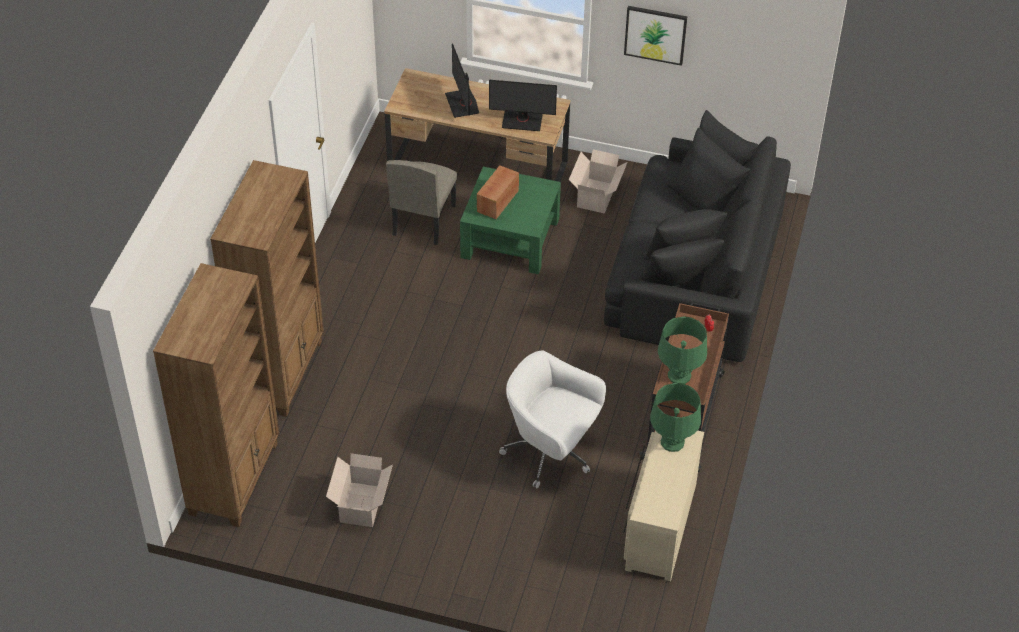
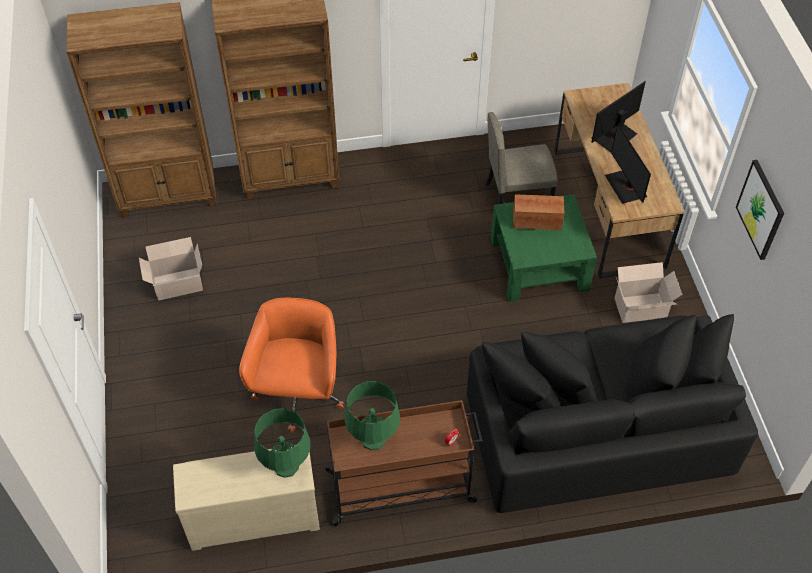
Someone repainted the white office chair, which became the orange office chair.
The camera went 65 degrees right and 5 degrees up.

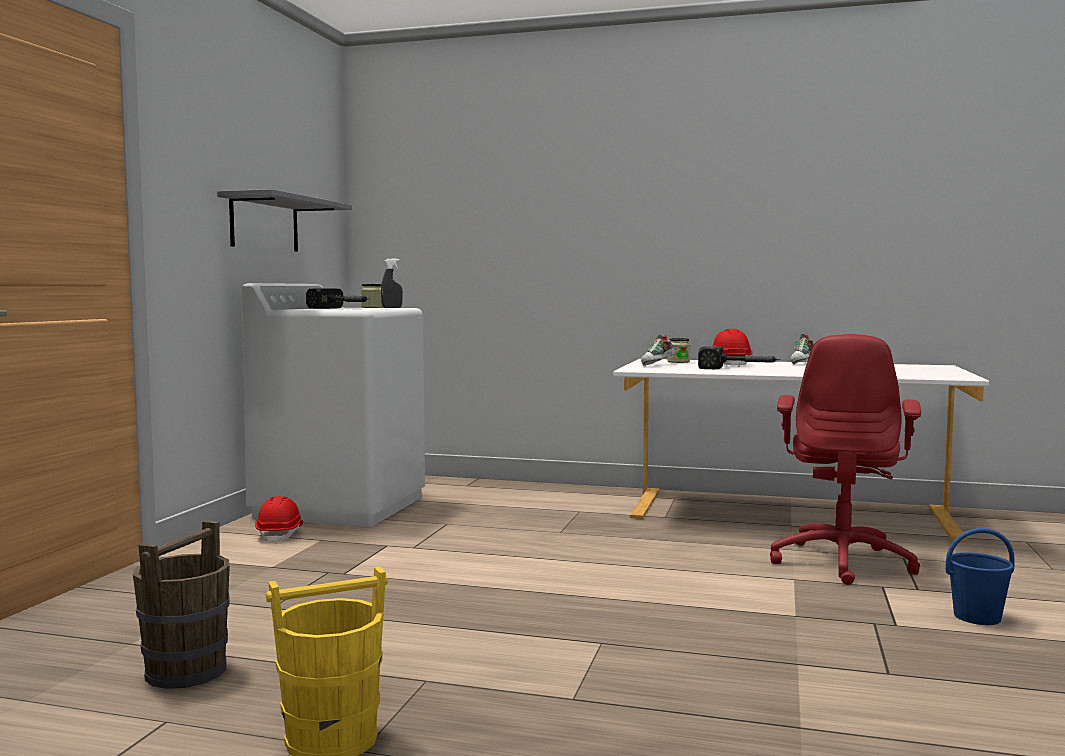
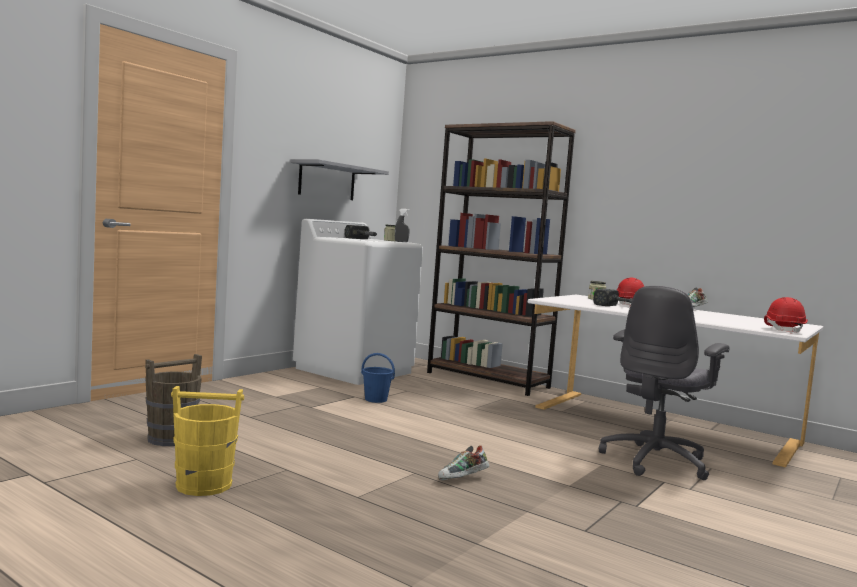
Someone repainted the red office chair, which became the grey office chair.
Someone carried the shoe (1st from left).
Someone carried the red hard hat (1st from left in the first image).
Someone carried the blue bucket.
Someone put down the brown bookcase.
The camera went 20 degrees right and 0 degrees up.

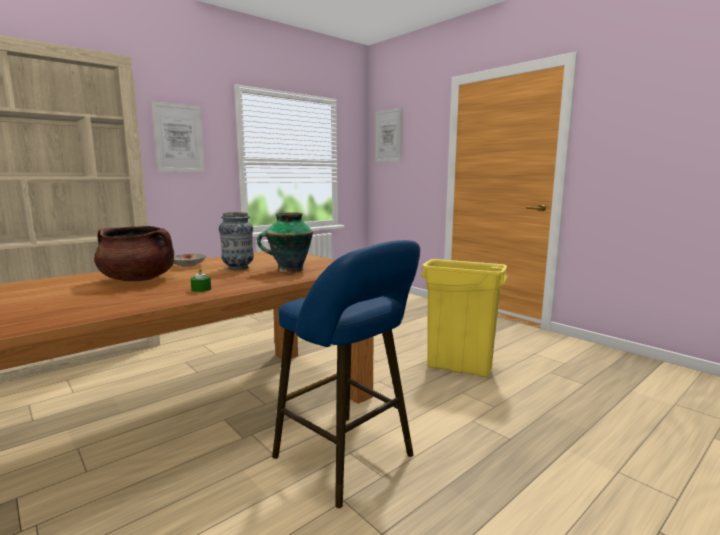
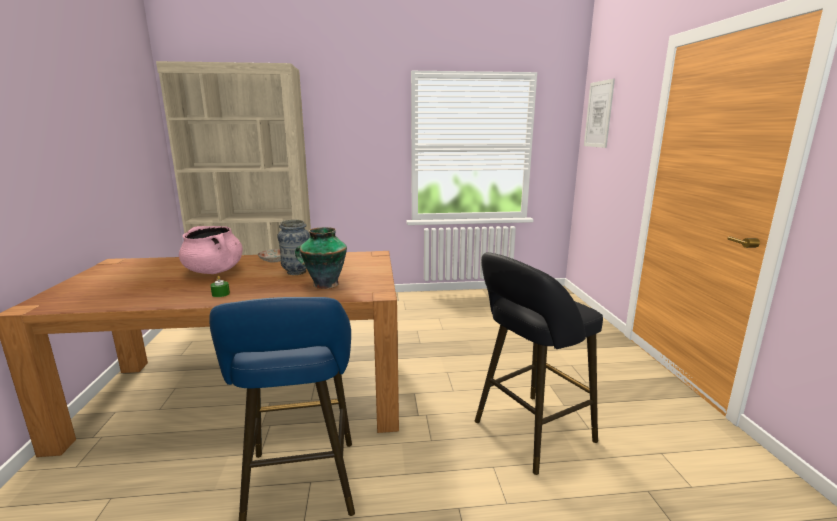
Someone took away the picture (1st from left).
Someone repainted the brown cooking pot, which became the pink cooking pot.
Someone swapped the yellow trash can for the black stool.
The camera went 35 degrees right and 5 degrees up.

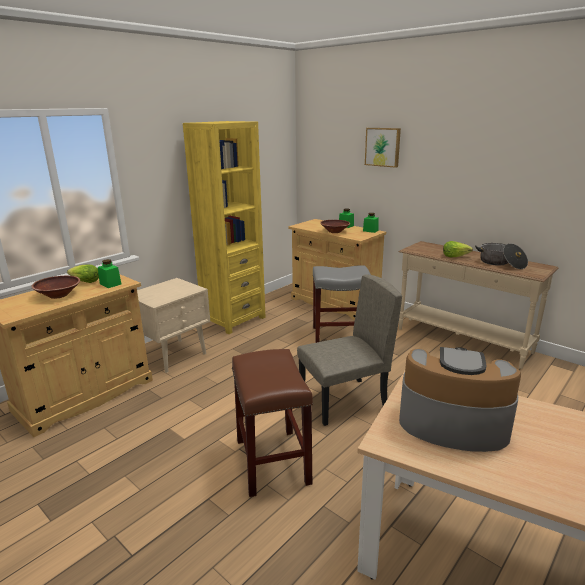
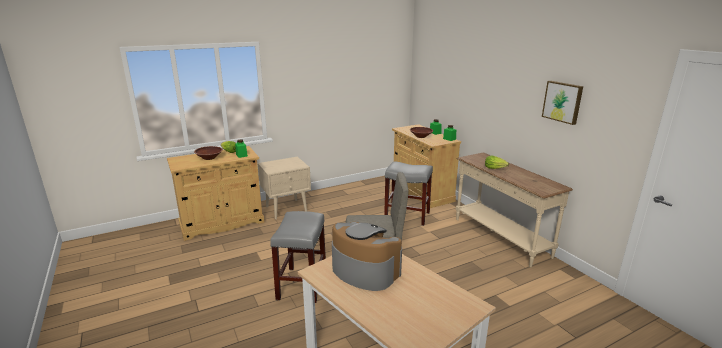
Someone took away the yellow bookcase.
Someone carried the picture.
Someone took away the cooking pot.
Someone repainted the brown stool, which became the grey stool (1st from left).
The camera went 20 degrees right and 0 degrees up.

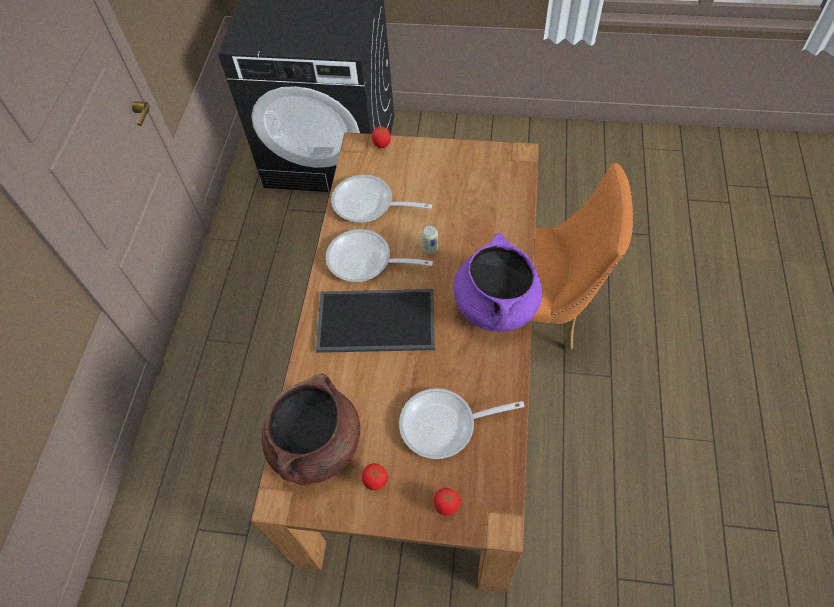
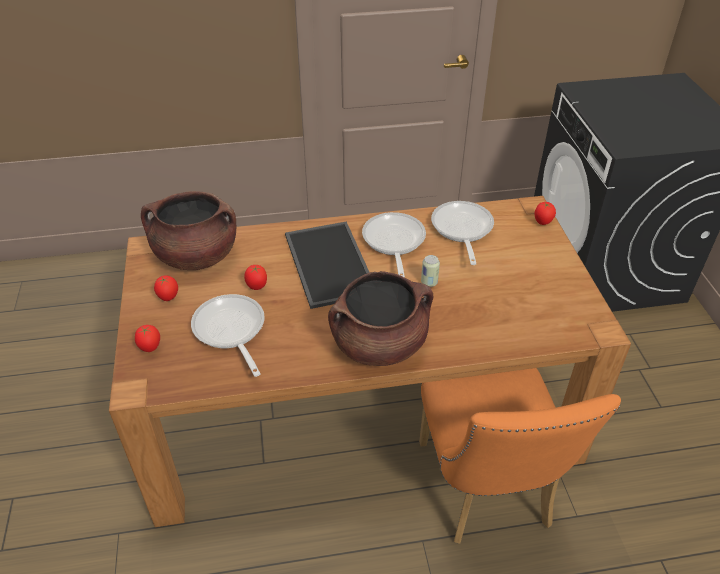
Someone repainted the purple cooking pot, which became the brown cooking pot (2nd from left).
Someone put down the tomato (3rd from left).
The camera went 70 degrees right and 15 degrees down.

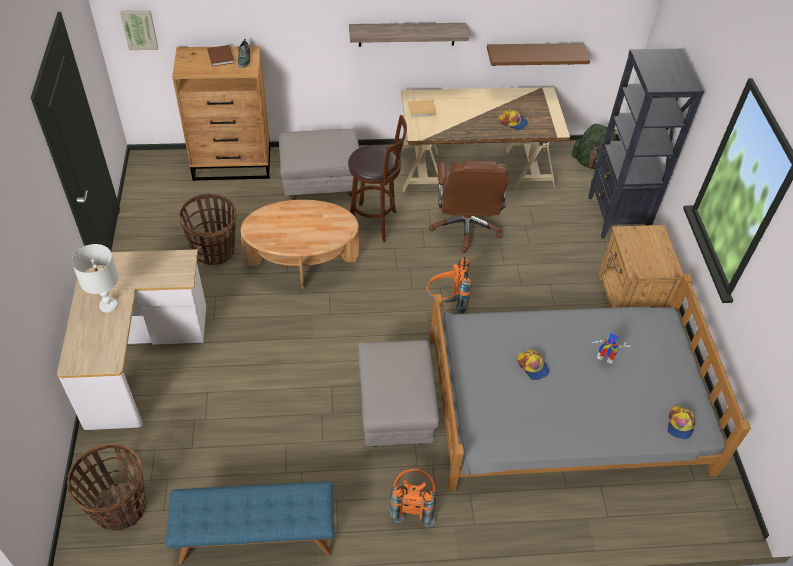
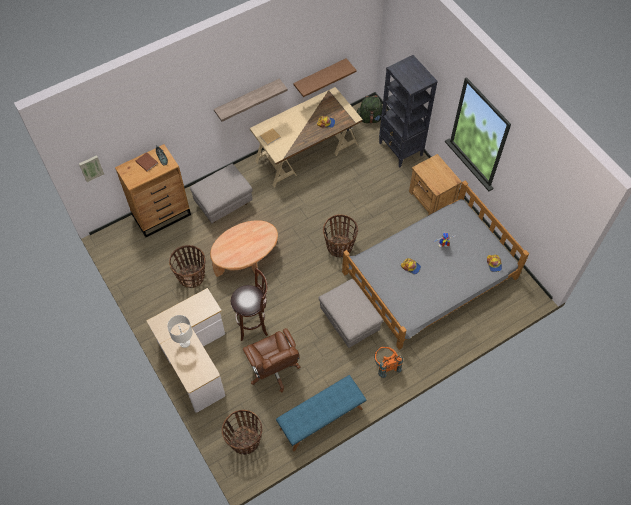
Someone carried the brown stool.
Someone carried the brown office chair.
Someone swapped the orange backpack (2nd from left) for the basket (3rd from left).
The camera went 25 degrees left and 10 degrees up.

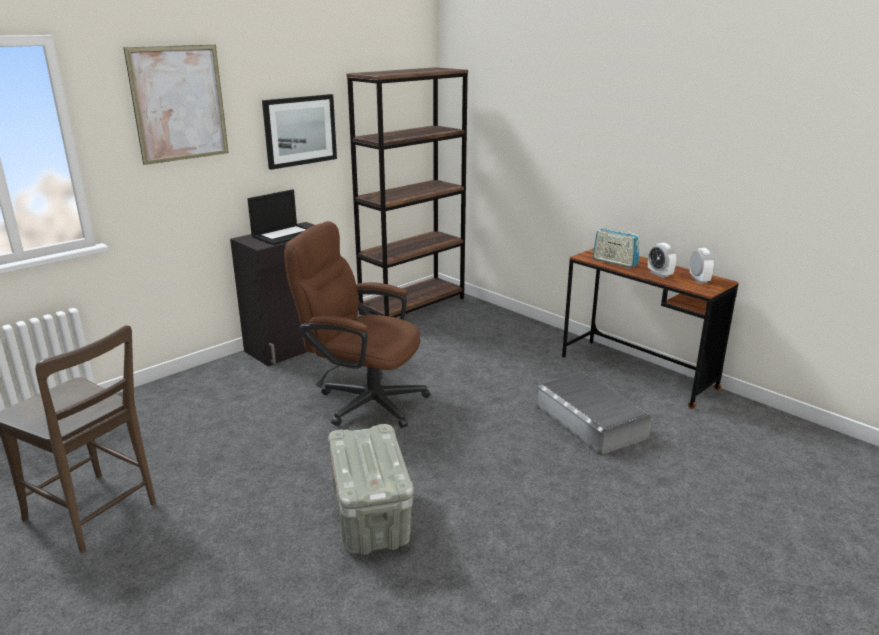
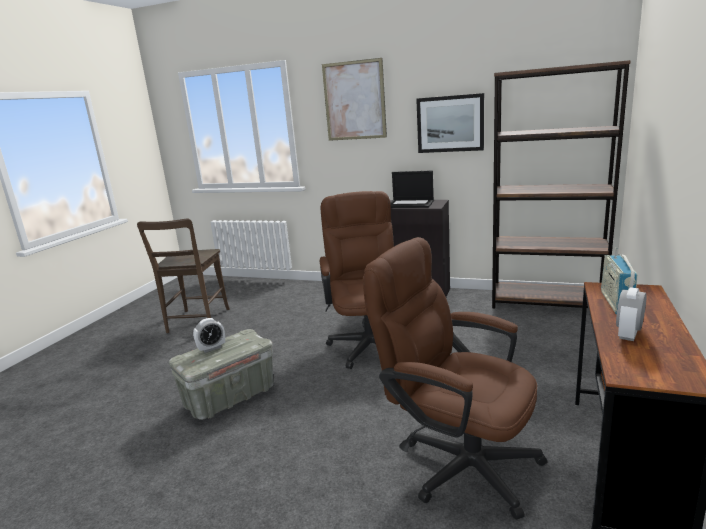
Someone carried the alarm clock (2nd from left in the first image).
Someone swapped the grey storage box (2nd from left) for the brown office chair (2nd from left).
The camera went 65 degrees right and 5 degrees down.

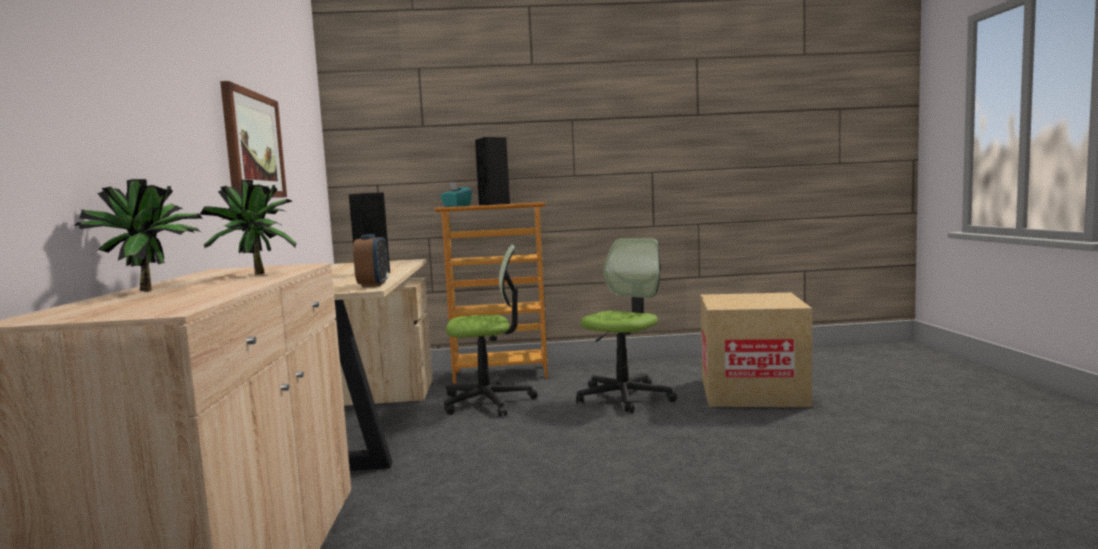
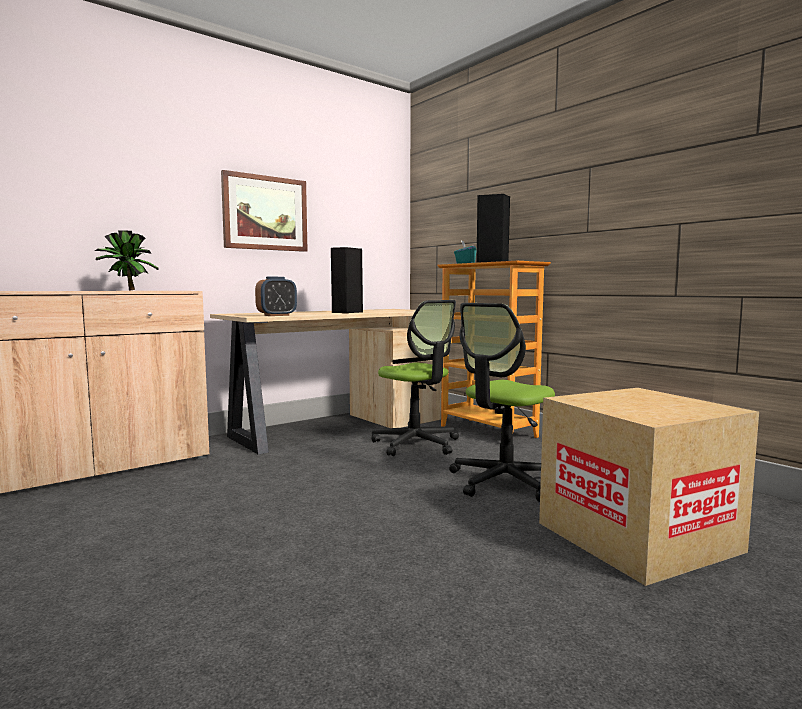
Someone took away the potted plant (1st from left).
Someone rotated the office chair (2nd from left) by 135 degrees clockwise.
The camera went 55 degrees right and 0 degrees up.

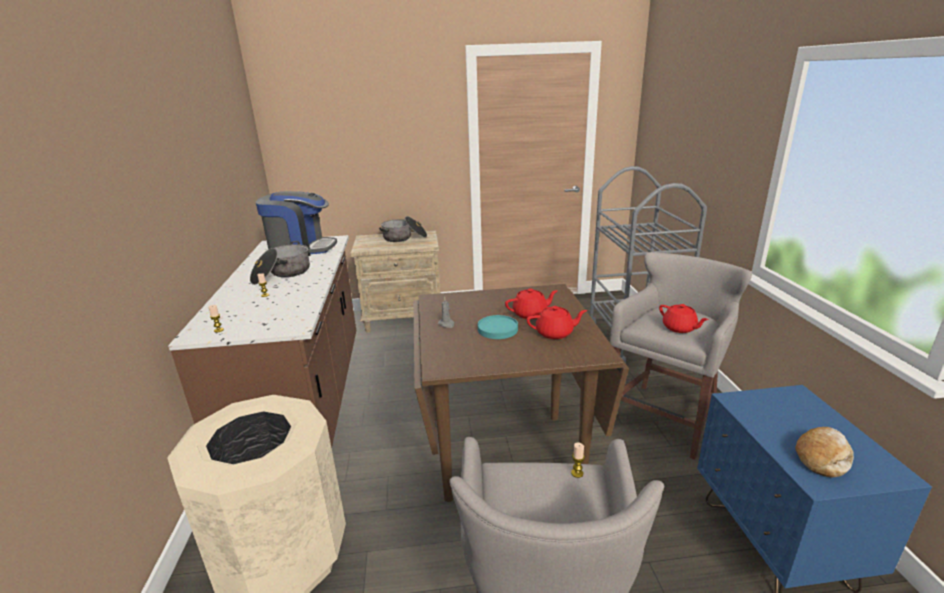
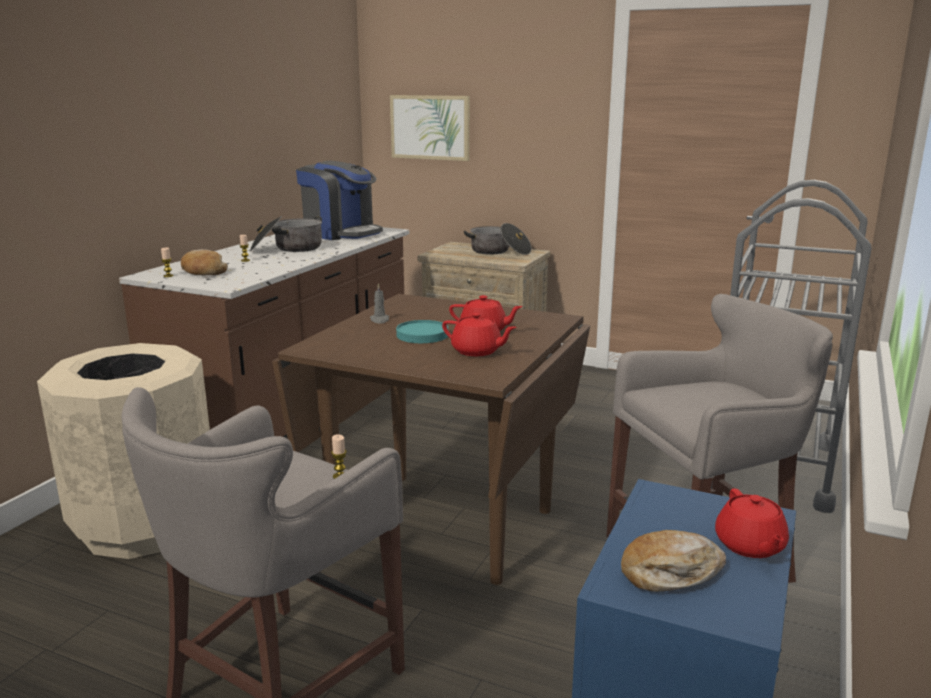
Someone carried the red teapot (3rd from left).
Someone put up the picture.
Someone put down the bread (1st from left).
The camera went 30 degrees right and 5 degrees down.

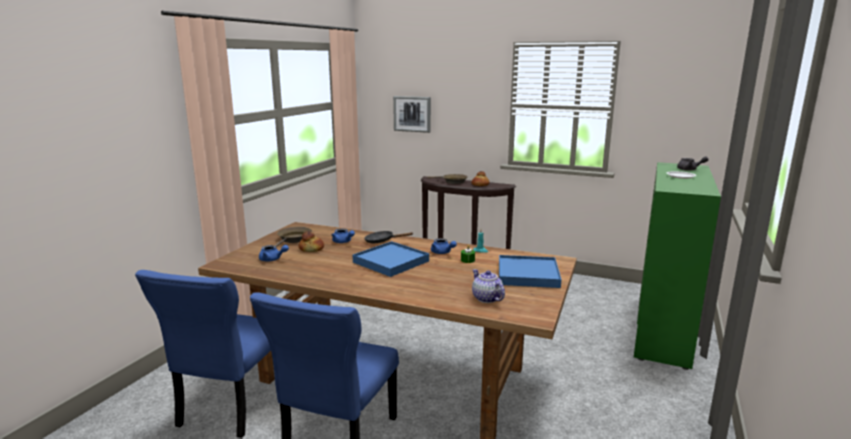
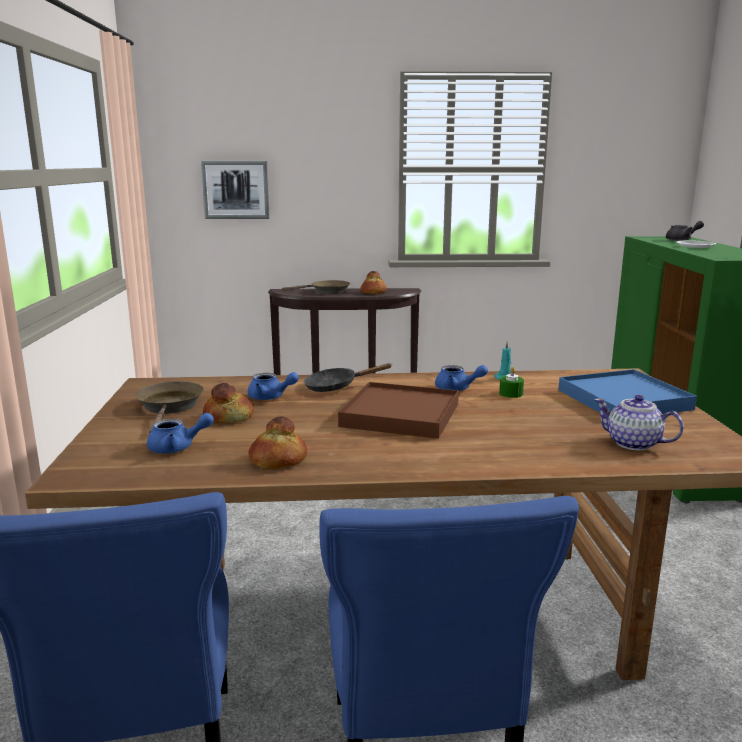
Someone repainted the blue tray (1st from left), which became the brown tray.
Someone put down the bread (2nd from left).
The camera went 25 degrees left and 0 degrees up.

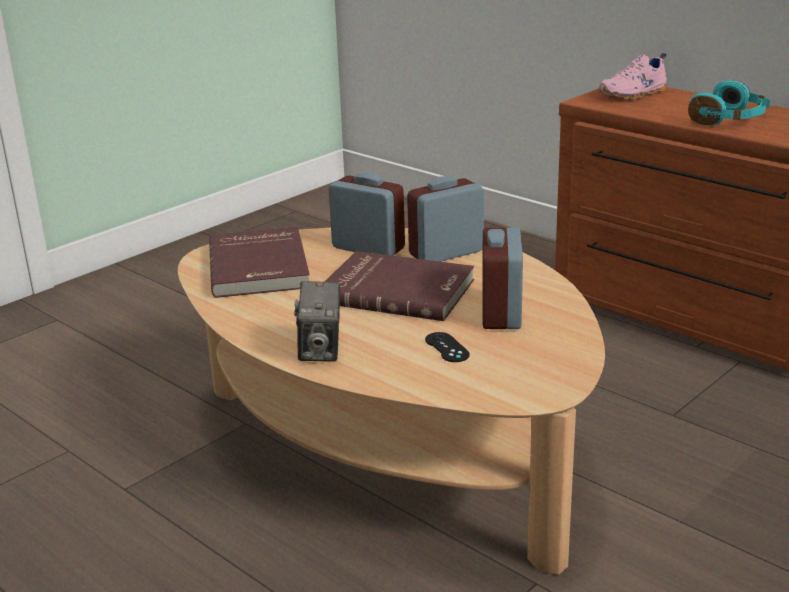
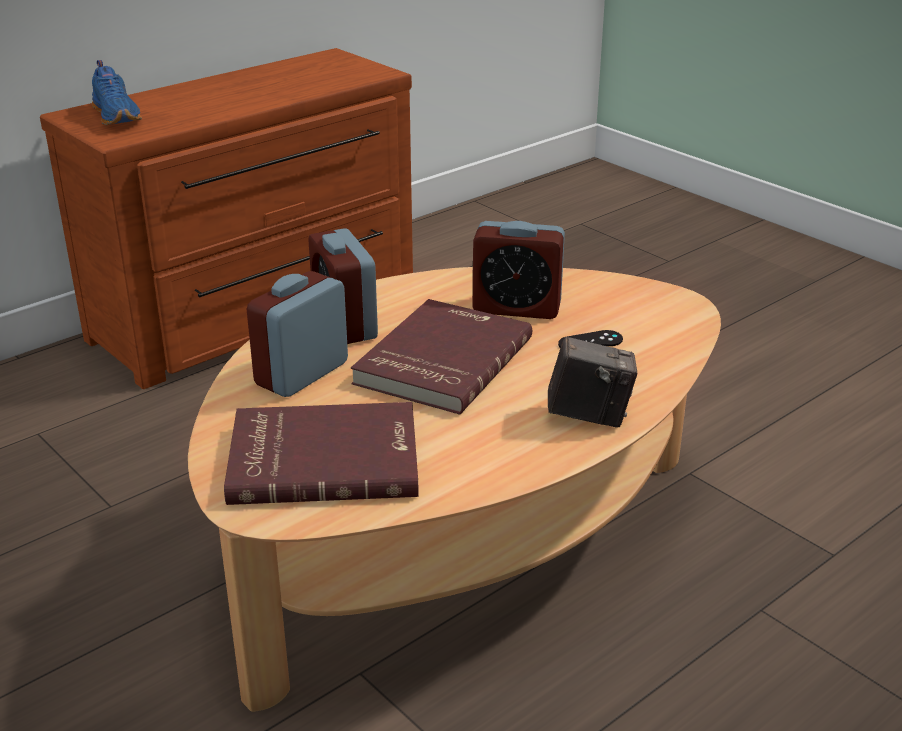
Someone repainted the pink shoe, which became the blue shoe.
Someone took away the turquoise headphones.
The camera went 85 degrees left and 5 degrees up.

